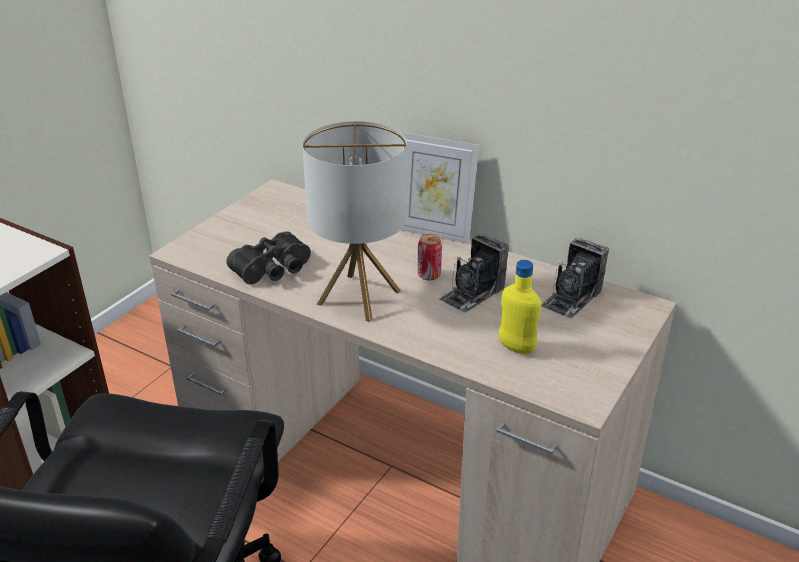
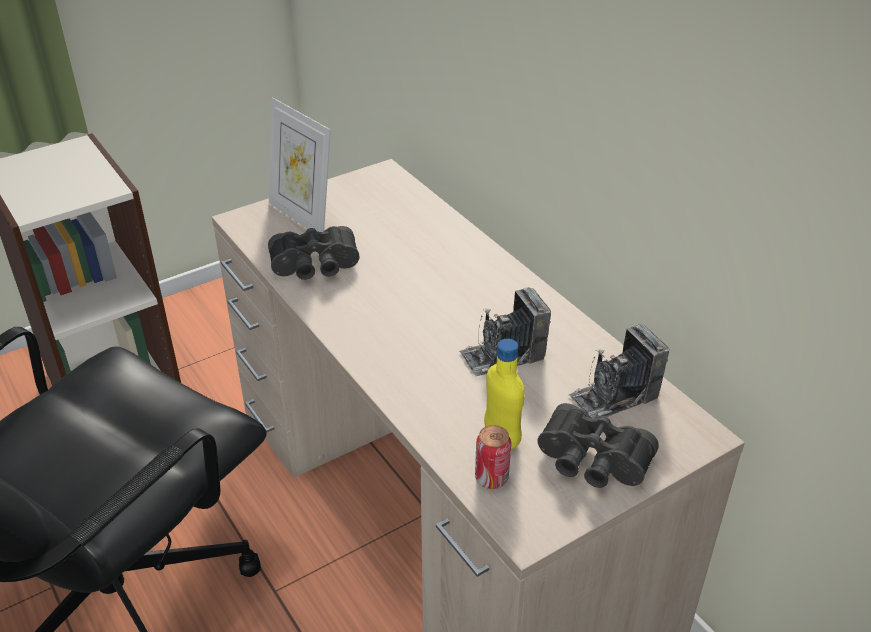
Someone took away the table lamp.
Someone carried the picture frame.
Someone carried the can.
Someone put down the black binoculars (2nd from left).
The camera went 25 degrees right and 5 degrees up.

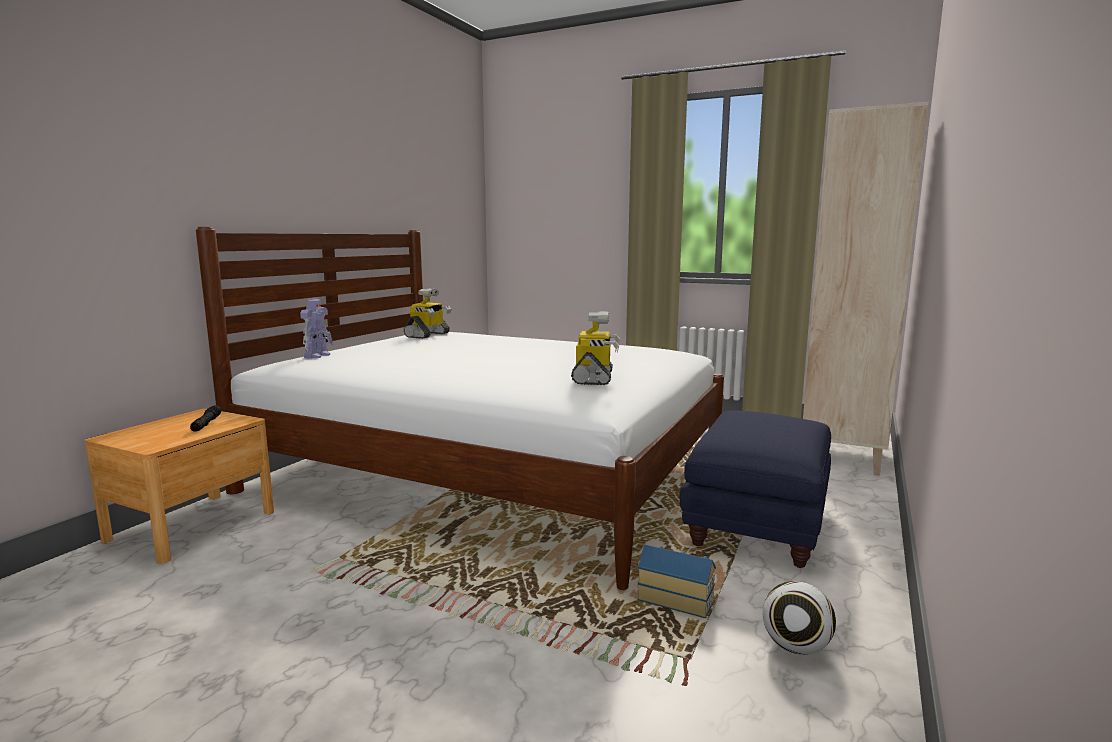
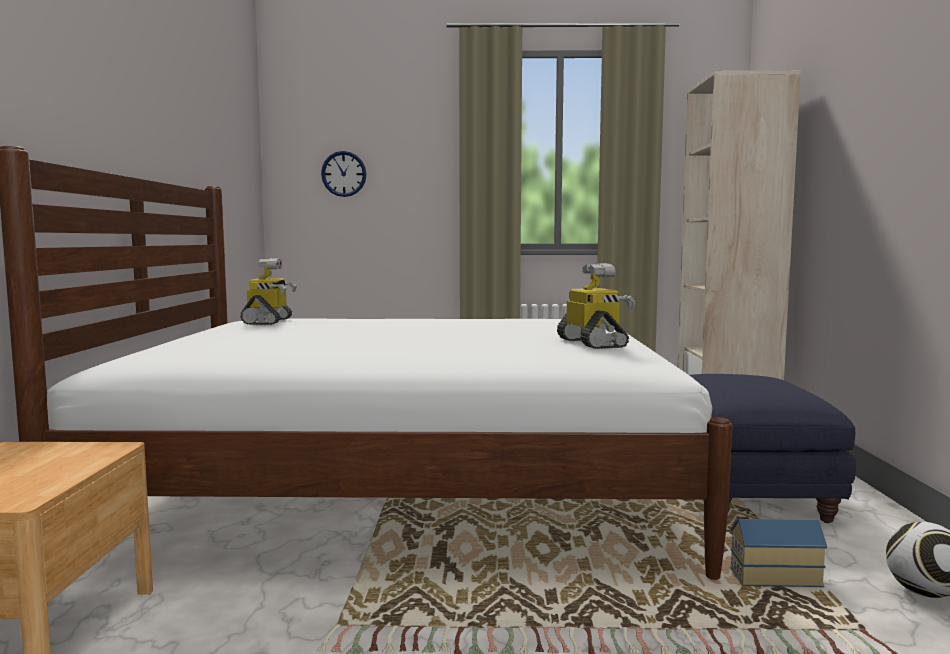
Someone took away the toy robot (1st from left).
Someone took away the black flashlight.
Someone put up the wall clock.
The camera went 25 degrees left and 5 degrees down.

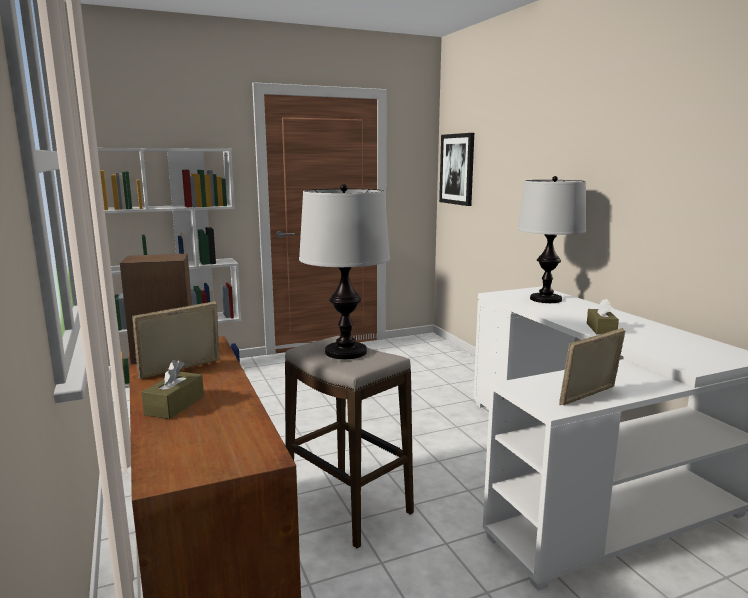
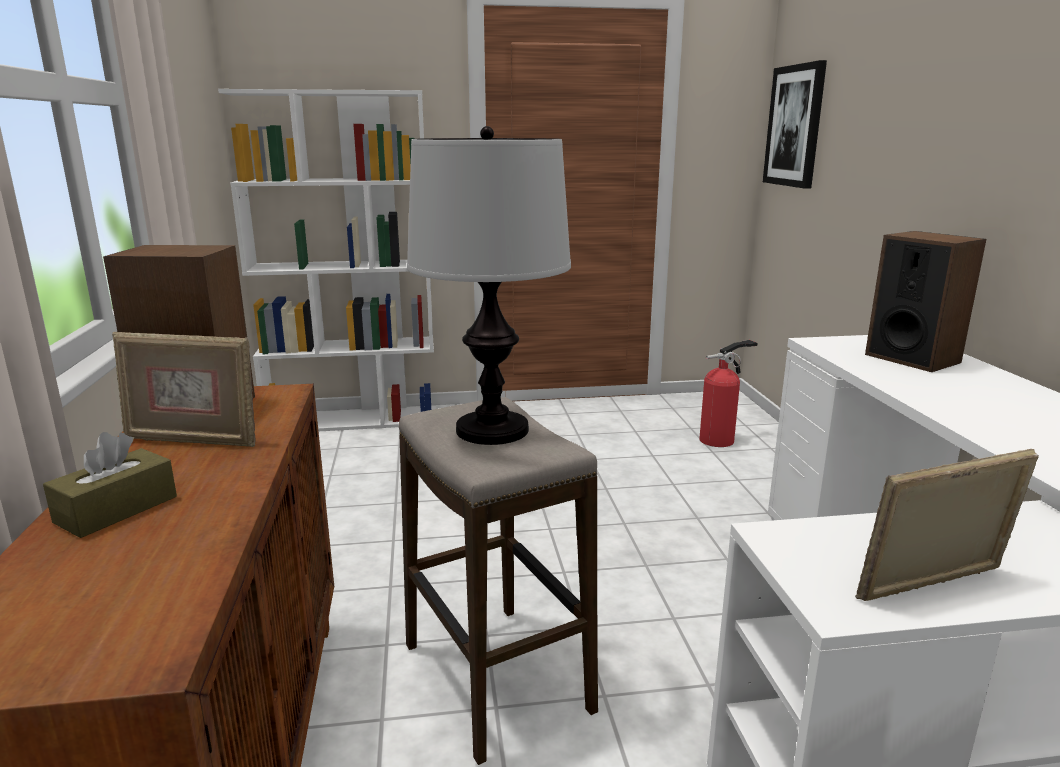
Someone swapped the table lamp (2nd from left) for the speaker (2nd from left).
Someone took away the brown tissue box (2nd from left).
Someone rotated the picture frame (1st from left) by 150 degrees counterclockwise.
Someone put down the fire extinguisher.
The camera went 15 degrees right and 5 degrees up.

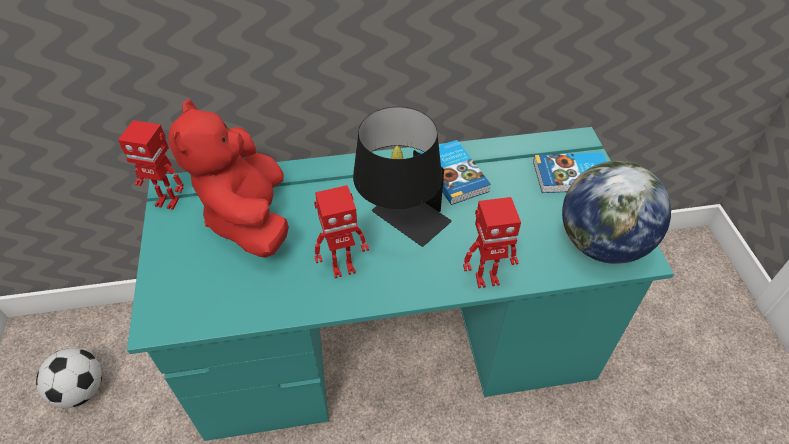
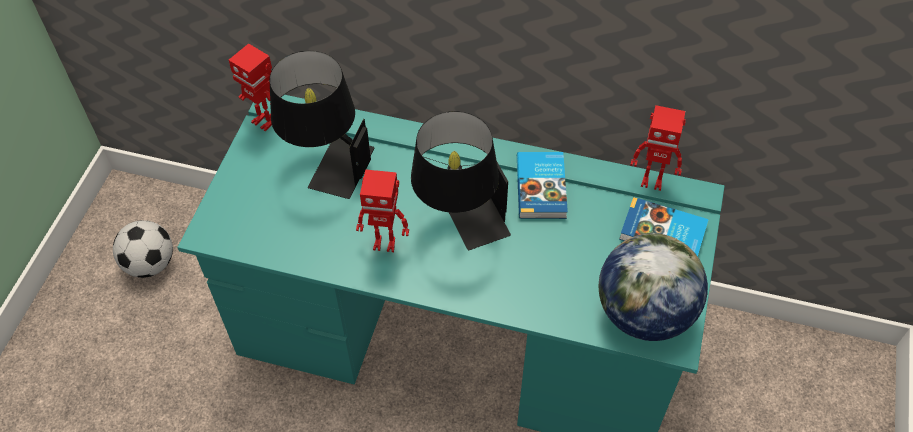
Someone swapped the red plush toy for the black table lamp (1st from left).
Someone carried the toy robot (3rd from left).
The camera went 25 degrees right and 5 degrees up.

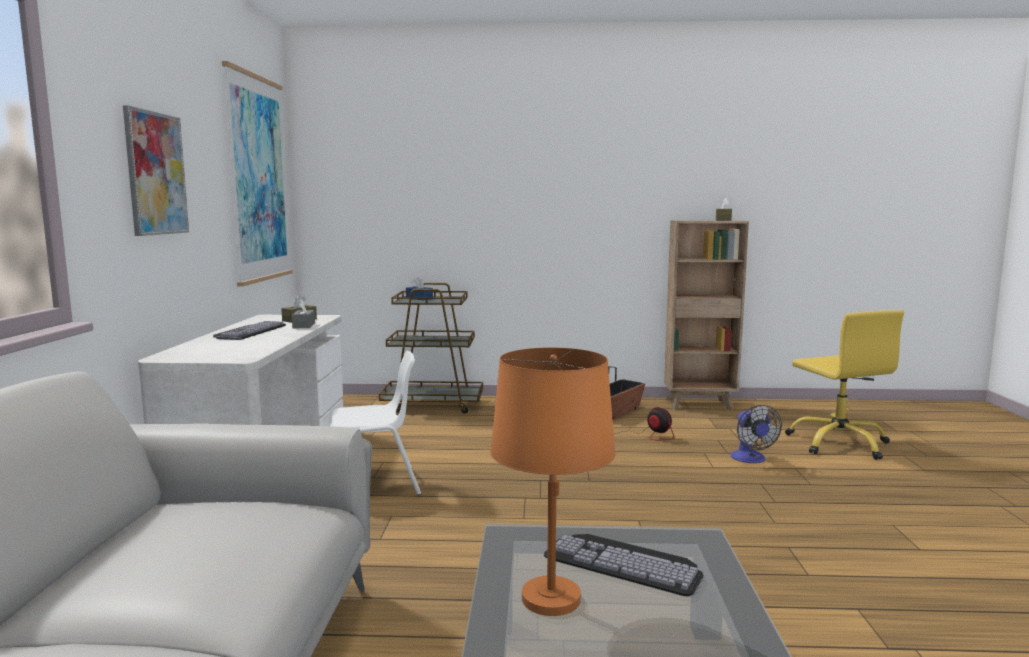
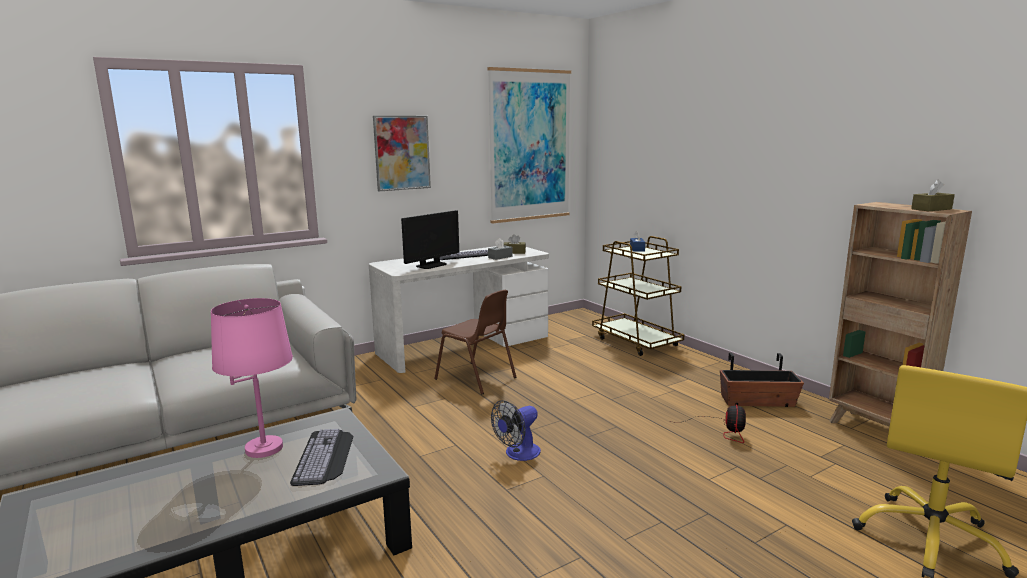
Someone repainted the orange table lamp, which became the pink table lamp.
Someone repainted the white chair, which became the brown chair.
Someone carried the fan (2nd from left in the first image).
Someone put down the monitor.
The camera went 55 degrees right and 5 degrees up.

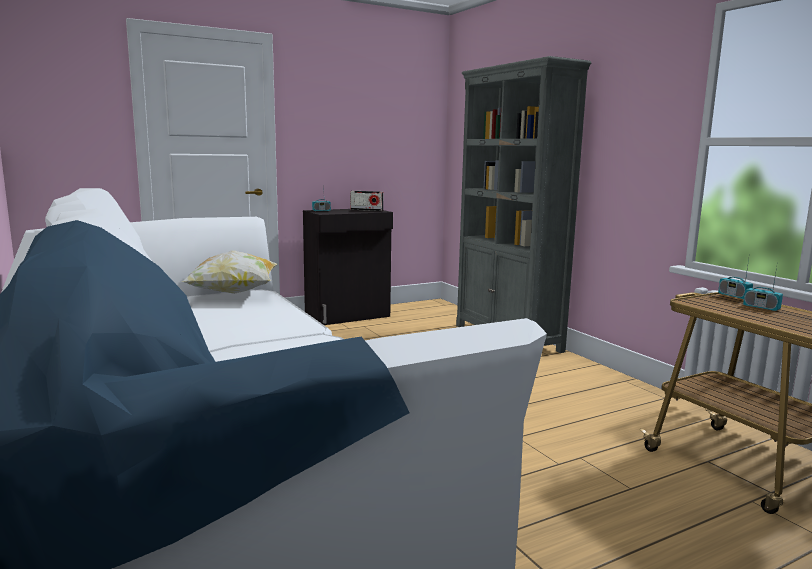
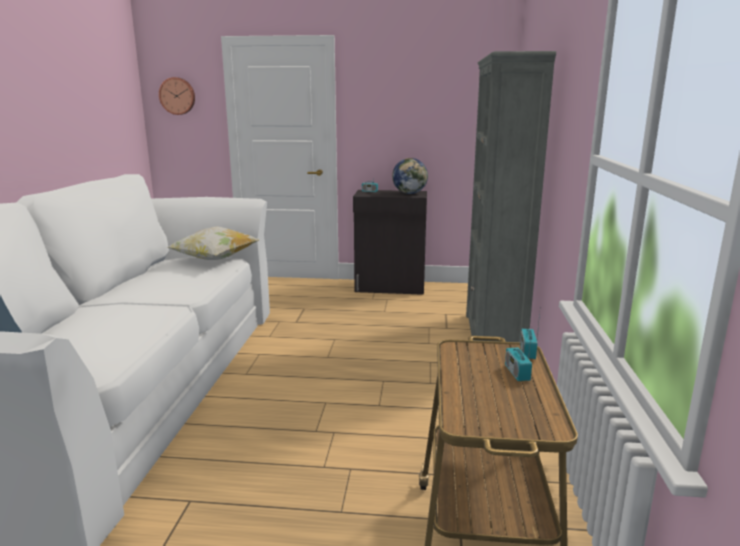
Someone swapped the radio (2nd from left) for the globe.
Someone put up the wall clock.
The camera went 35 degrees right and 5 degrees up.

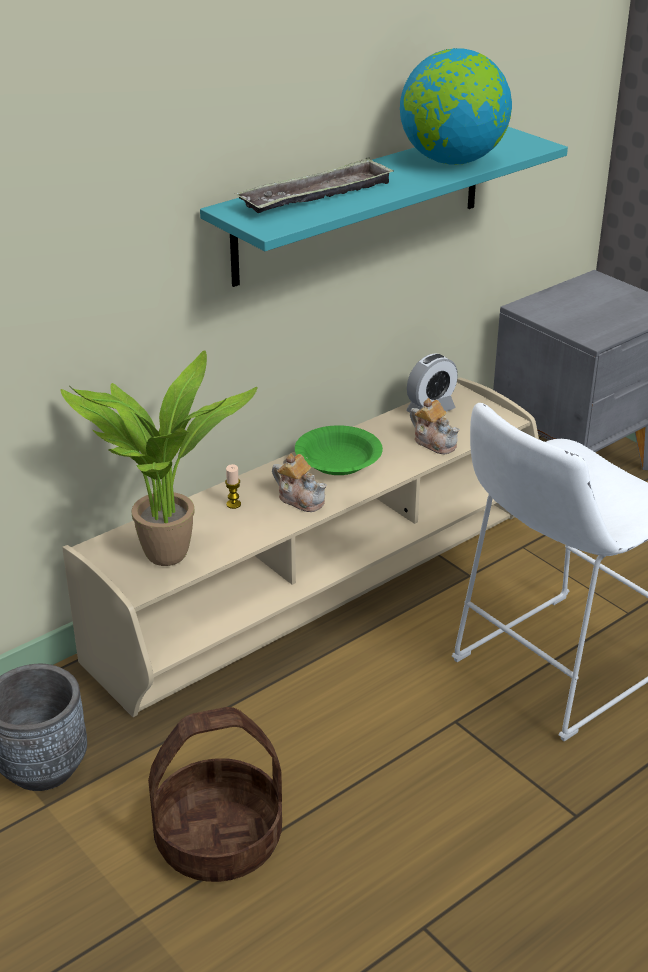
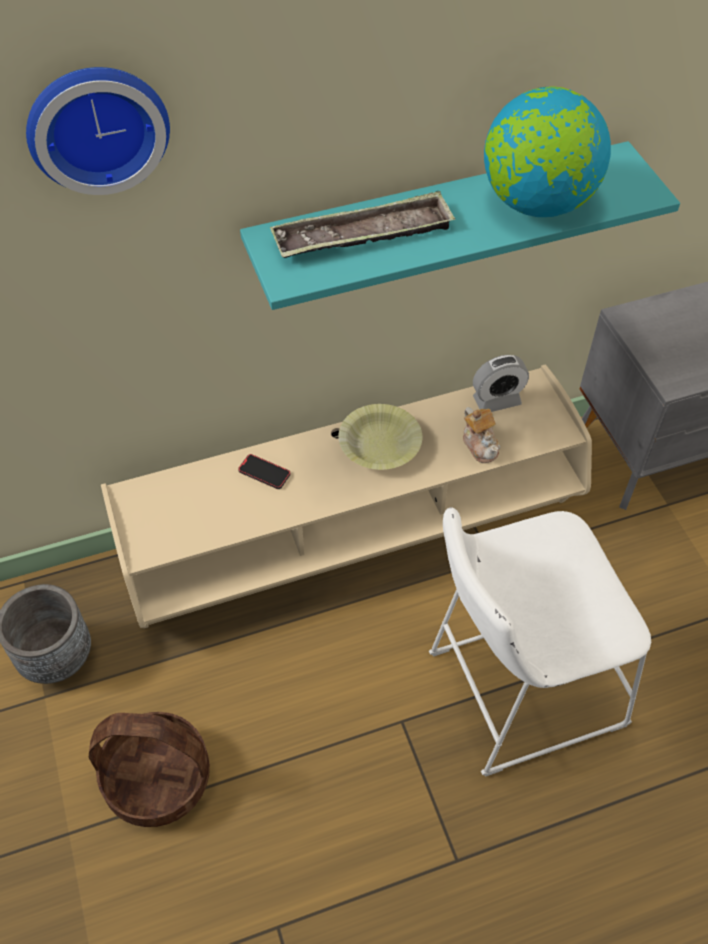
Someone took away the potted plant.
Someone repainted the green bowl, which became the yellow bowl.
Someone took away the teapot (1st from left).
Someone swapped the candle for the phone.
Someone put up the wall clock.
The camera went 20 degrees right and 20 degrees up.

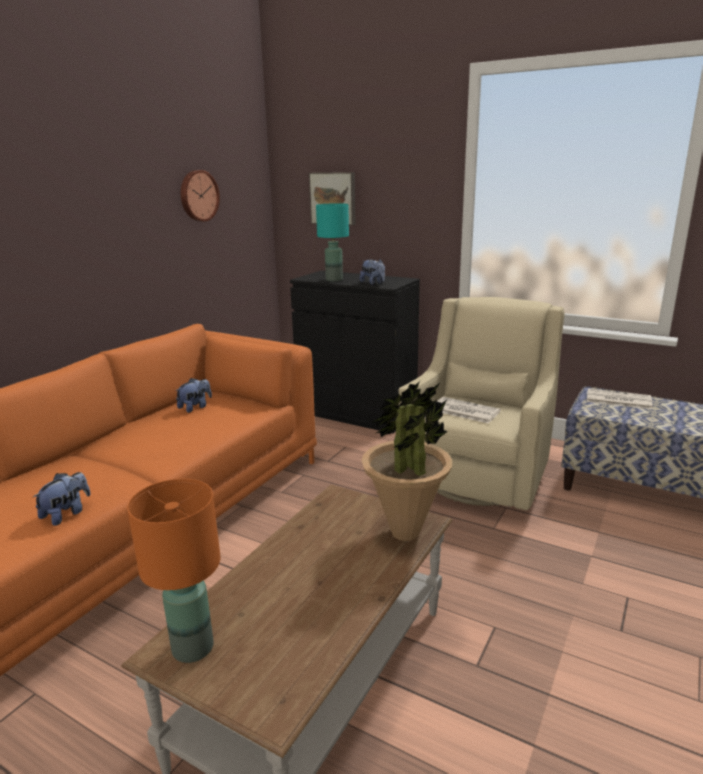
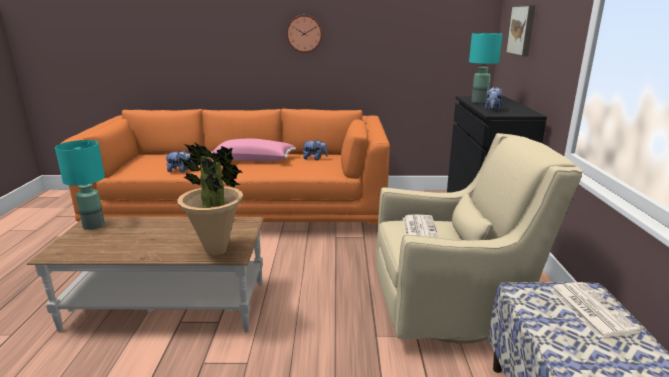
Someone carried the wall clock.
Someone repainted the orange table lamp, which became the turquoise table lamp (1st from left).
Someone put down the pink pillow.
The camera went 60 degrees right and 0 degrees up.

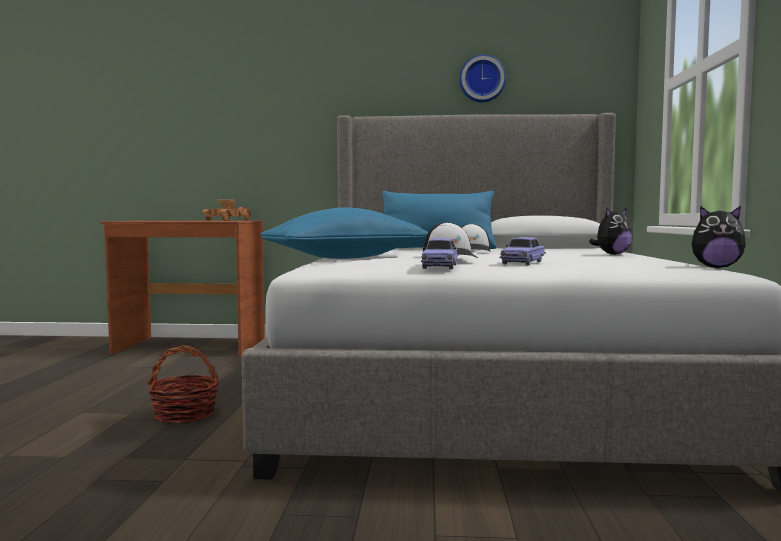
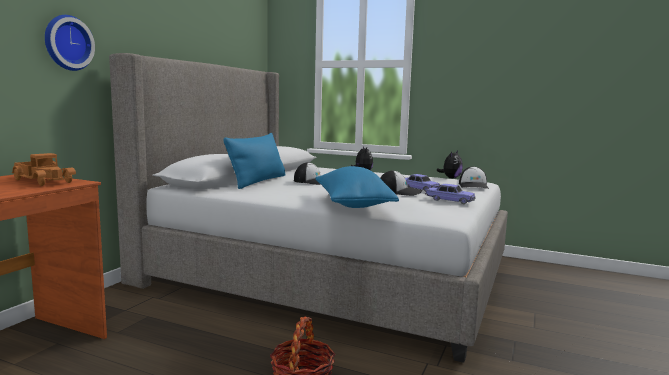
Someone carried the wall clock.
Someone put down the cap (3rd from left).
The camera went 70 degrees left and 5 degrees up.

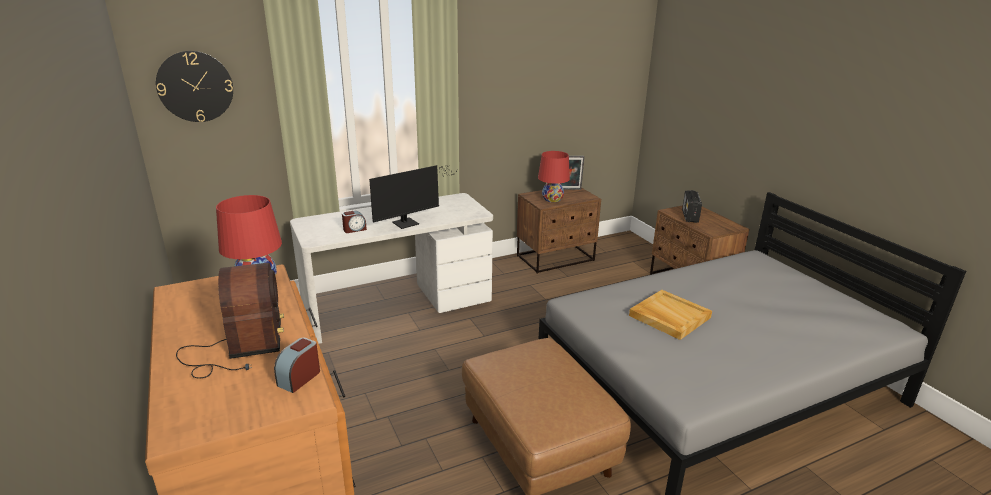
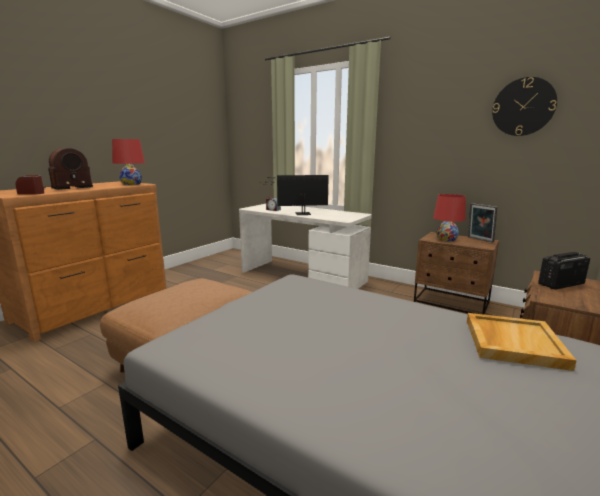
Someone carried the wall clock.
Someone rotated the monitor by 150 degrees clockwise.
Someone carried the beige tray.
The camera went 60 degrees right and 10 degrees down.

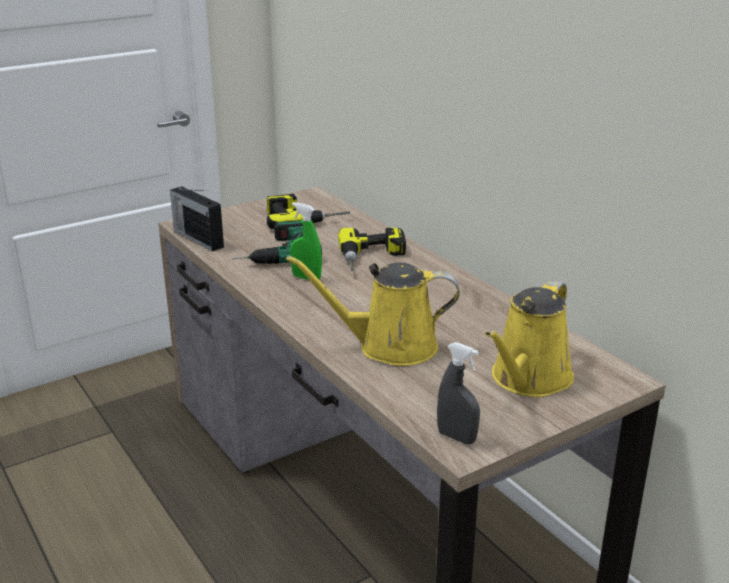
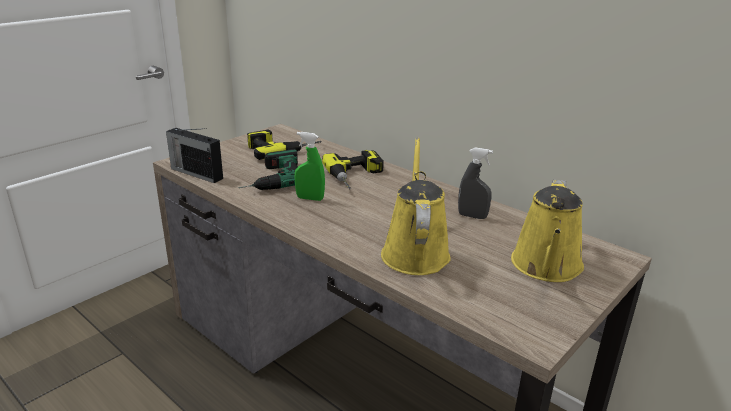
Someone rotated the yellow watering can (1st from left) by 105 degrees clockwise.
Someone carried the grey spray bottle.
The camera went 15 degrees left and 0 degrees up.

